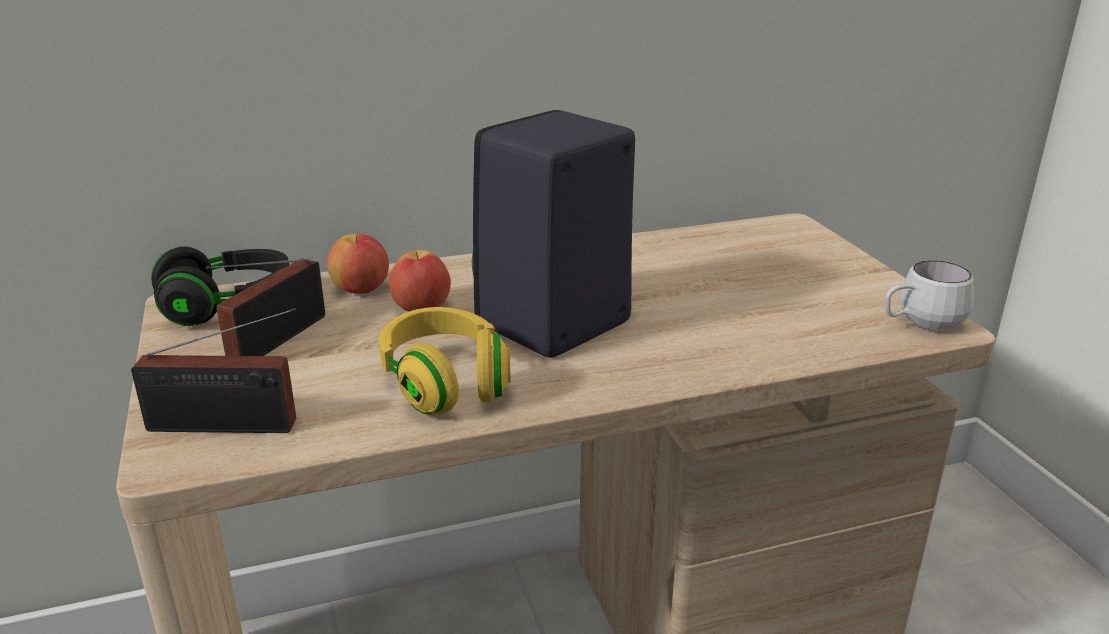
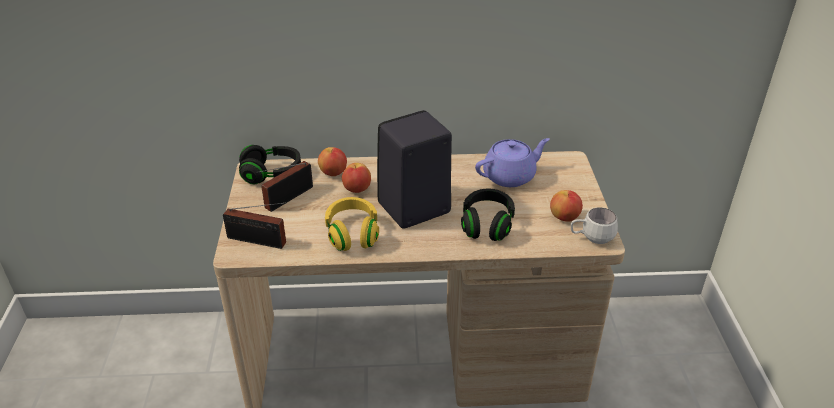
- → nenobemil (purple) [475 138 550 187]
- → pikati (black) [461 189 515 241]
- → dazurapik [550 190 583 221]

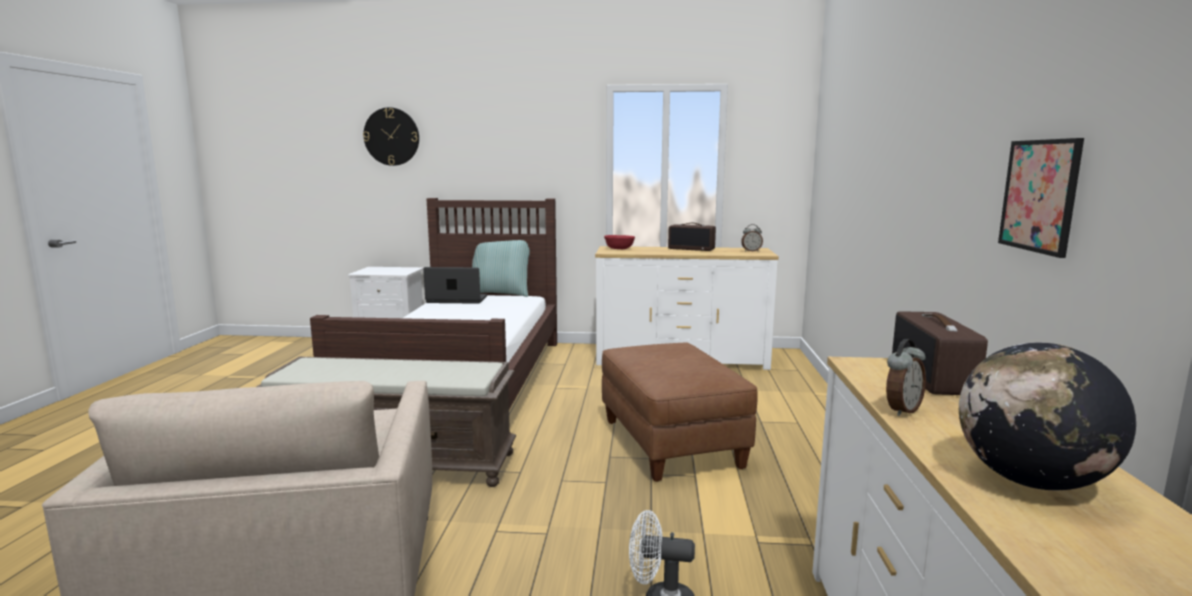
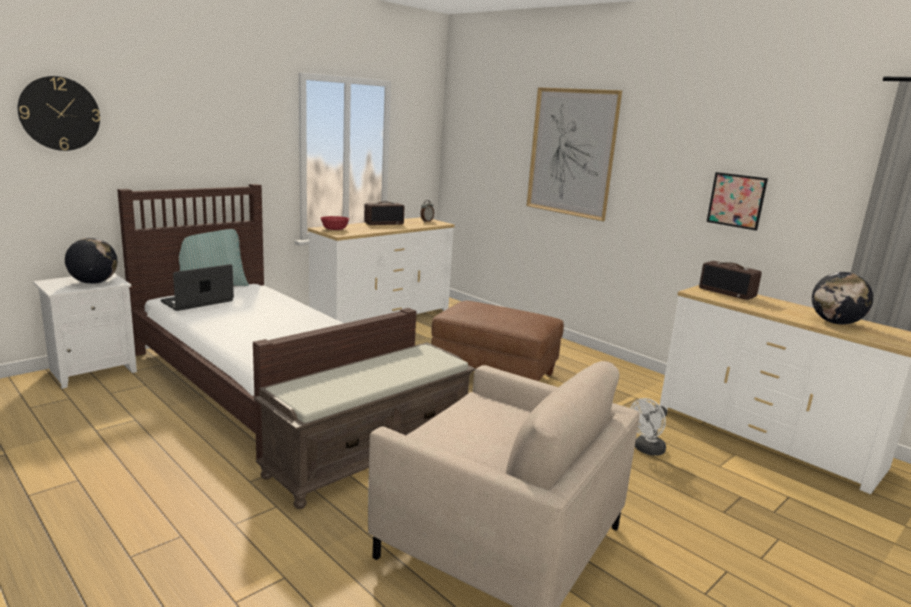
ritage [886 339 926 416] → -
- → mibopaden [527 87 622 221]
- → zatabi [65 238 118 284]

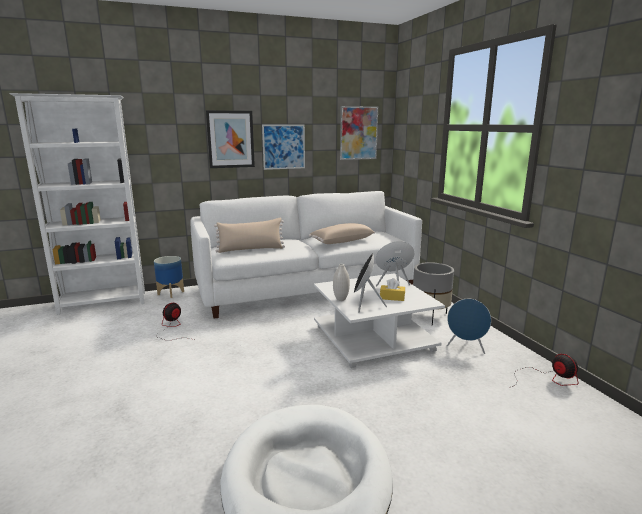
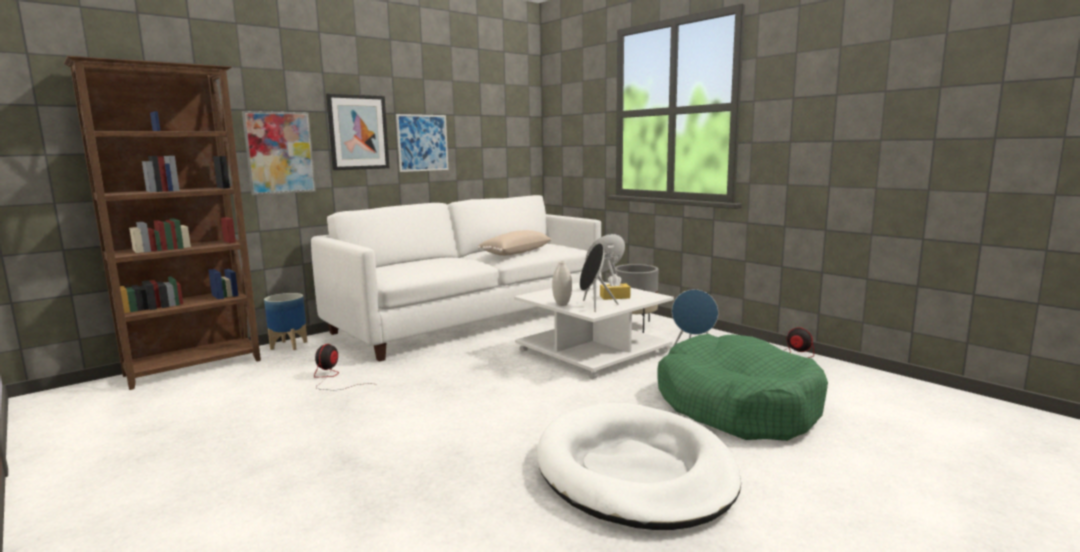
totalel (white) [9 93 145 315] → totalel (brown) [64 56 261 390]
mibopaden [340 106 378 160] → mibopaden [242 111 316 195], shifted
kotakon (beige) [214 218 285 253] → -
- → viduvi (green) [657 334 828 441]

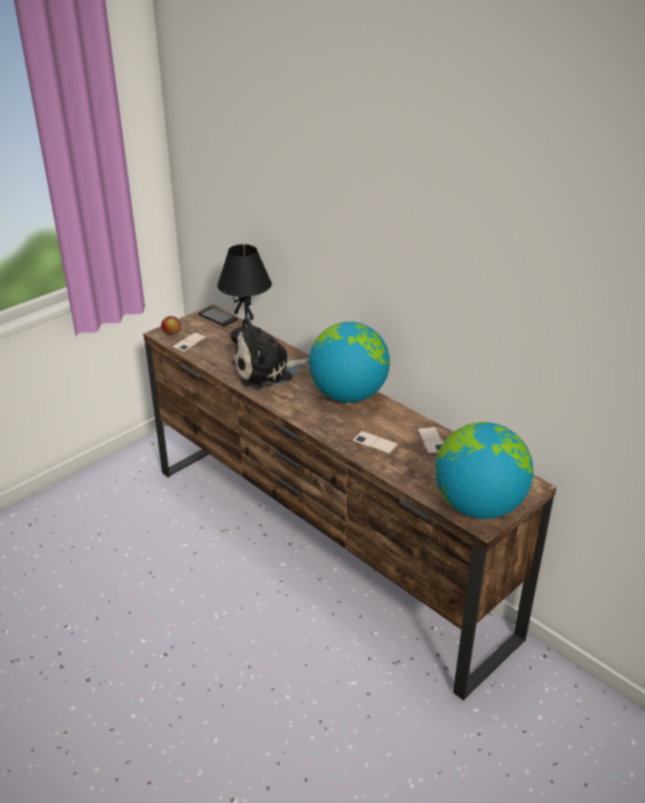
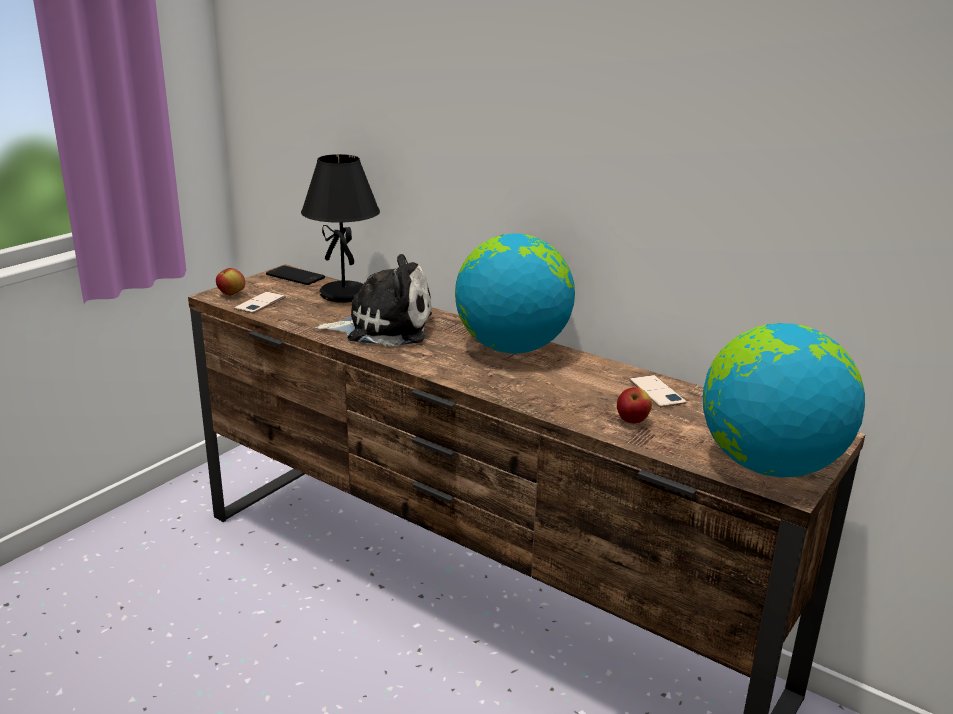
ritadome [233 317 309 388] → ritadome [315 254 432 347], 150 degrees counterclockwise
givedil [352 431 398 455] → -
- → dazurapik [617 387 652 423]

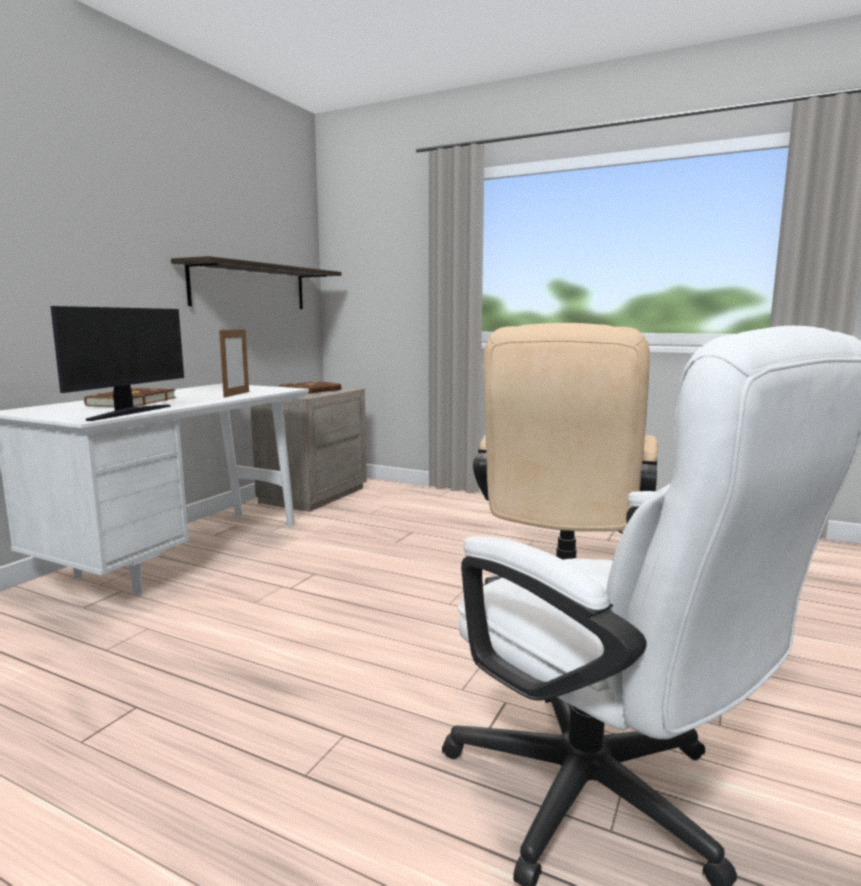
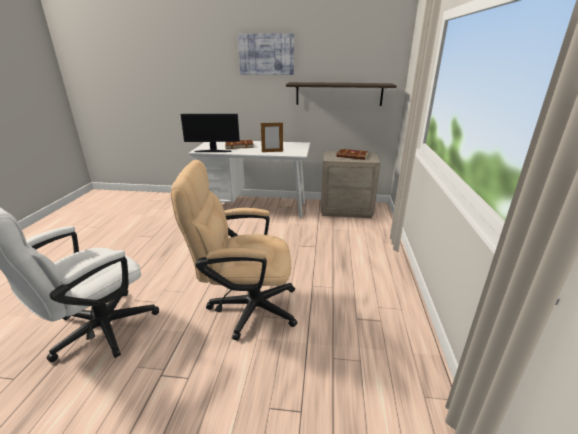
- → mibopaden [238 33 294 75]

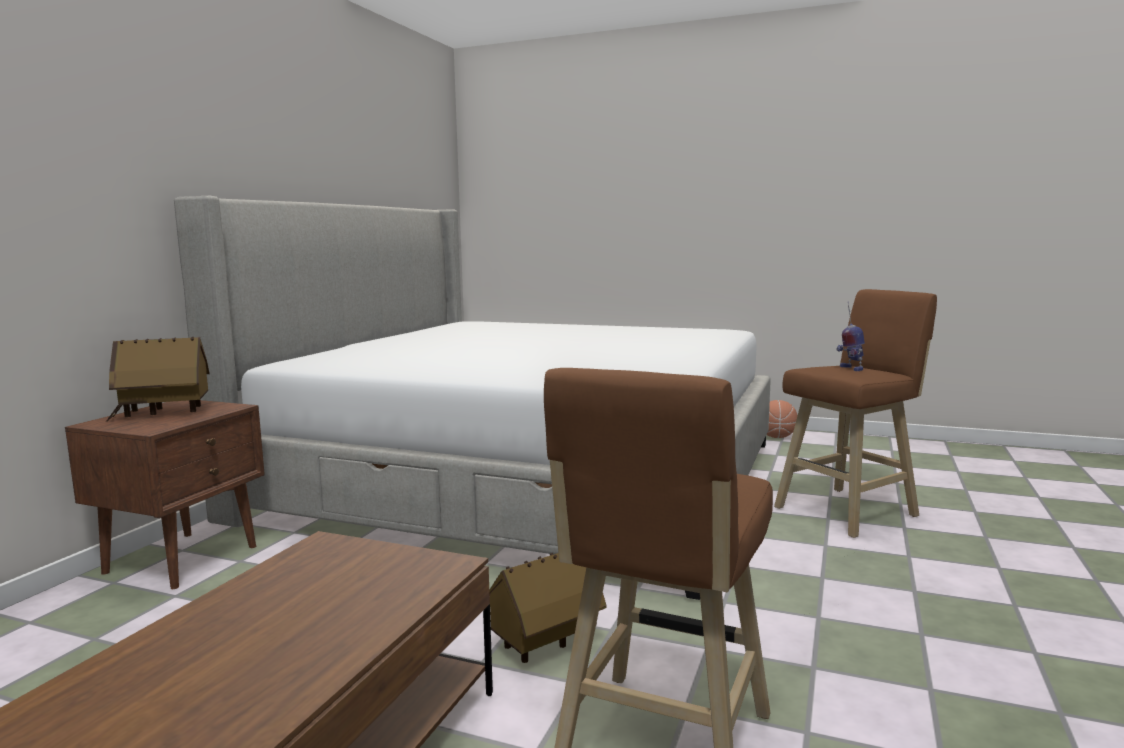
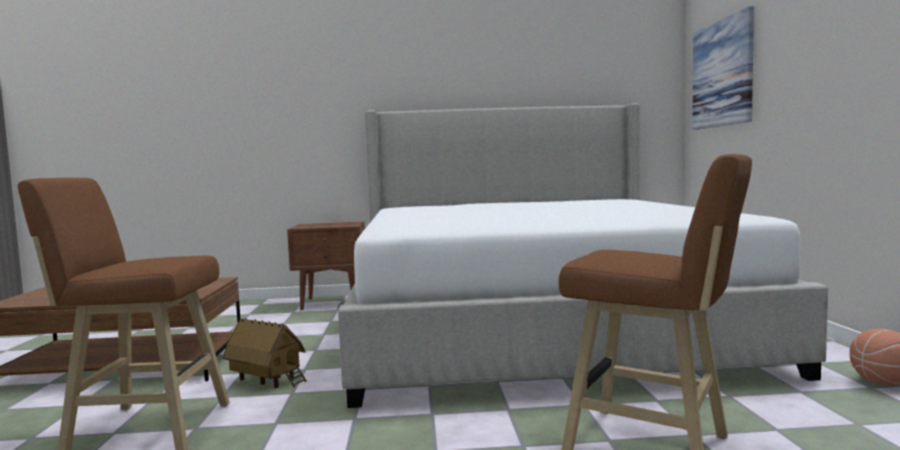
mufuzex [837 302 865 371] → -
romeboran [106 337 210 422] → -
- → mibopaden [692 6 754 130]

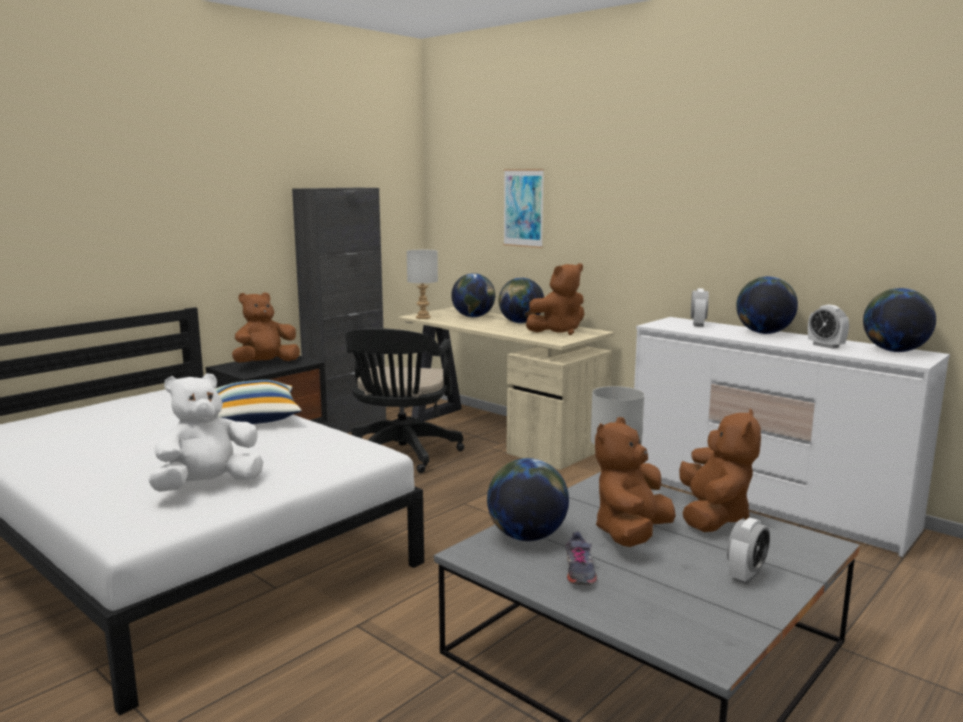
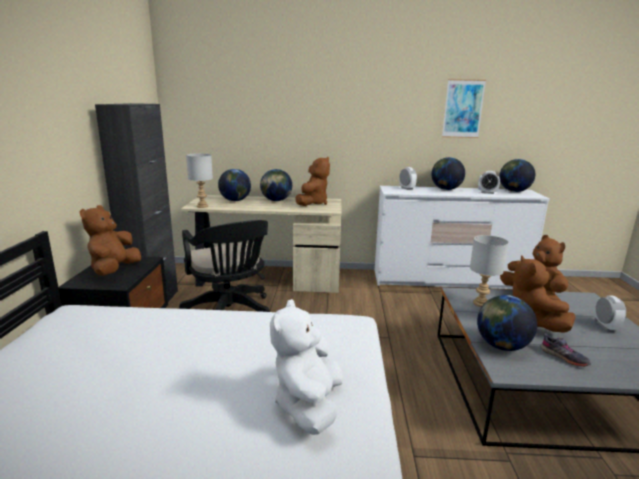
mibopaden [503 169 544 248] → mibopaden [442 79 486 138], shifted
kotakon [215 380 302 424] → -

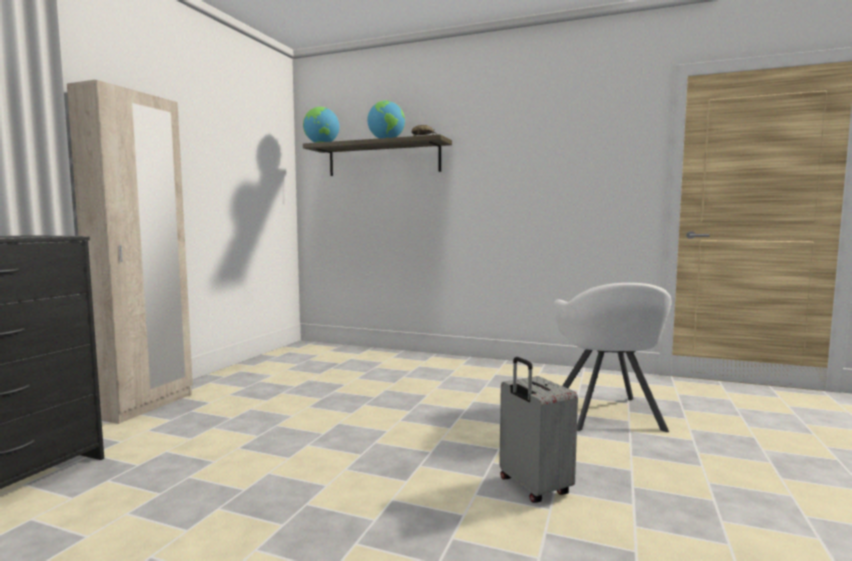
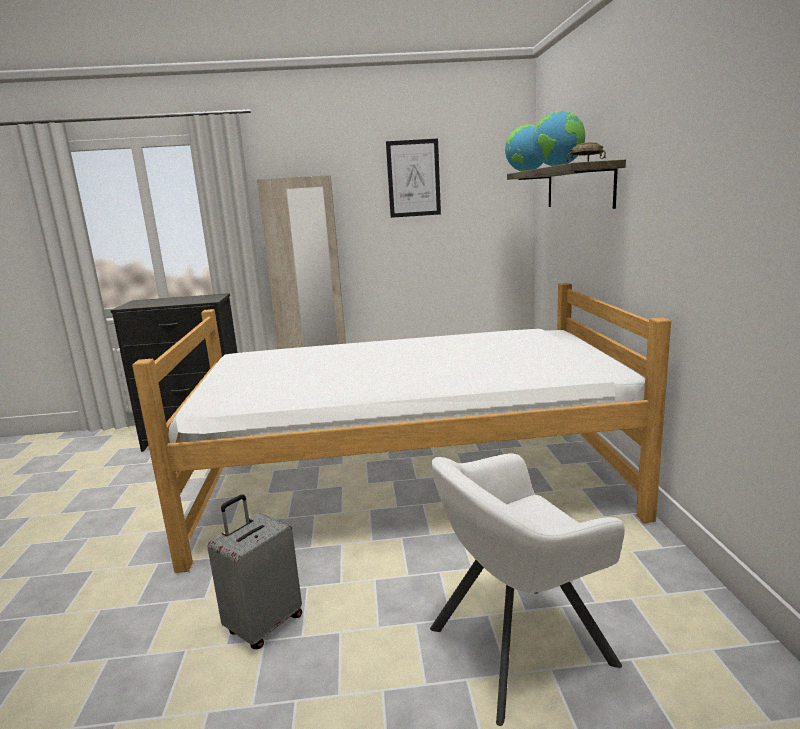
- → mibopaden [386 139 441 218]
- → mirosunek [132 283 671 573]

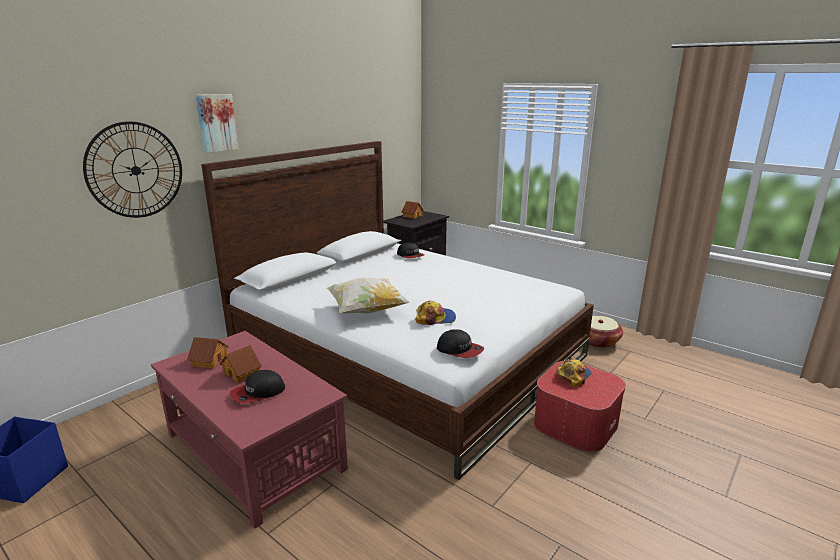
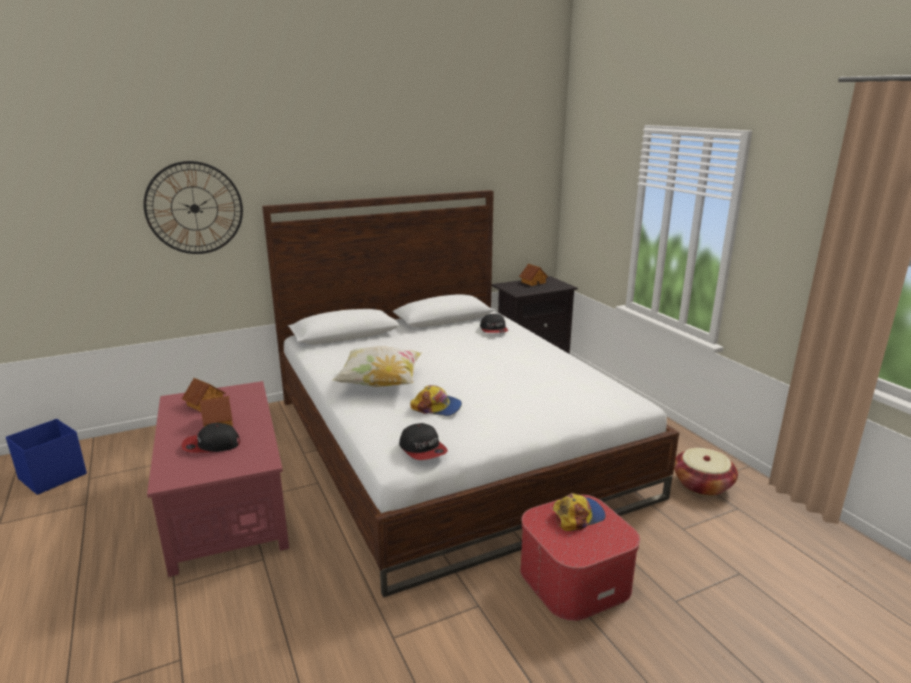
mibopaden [196 94 239 153] → -

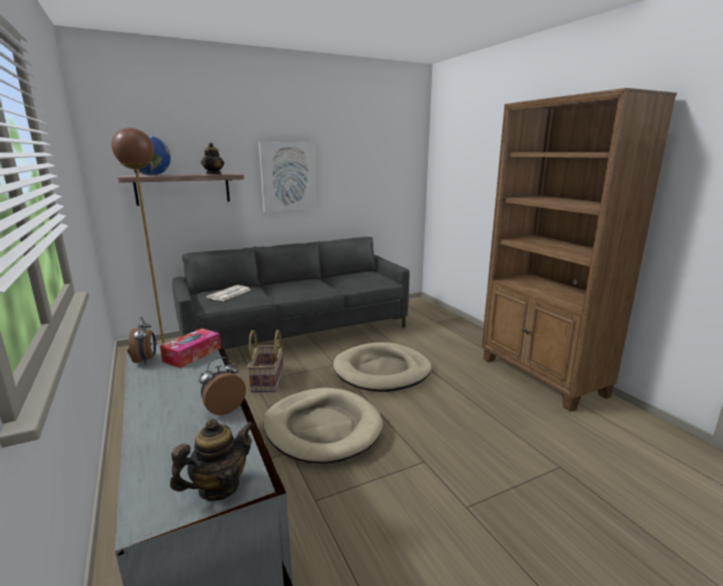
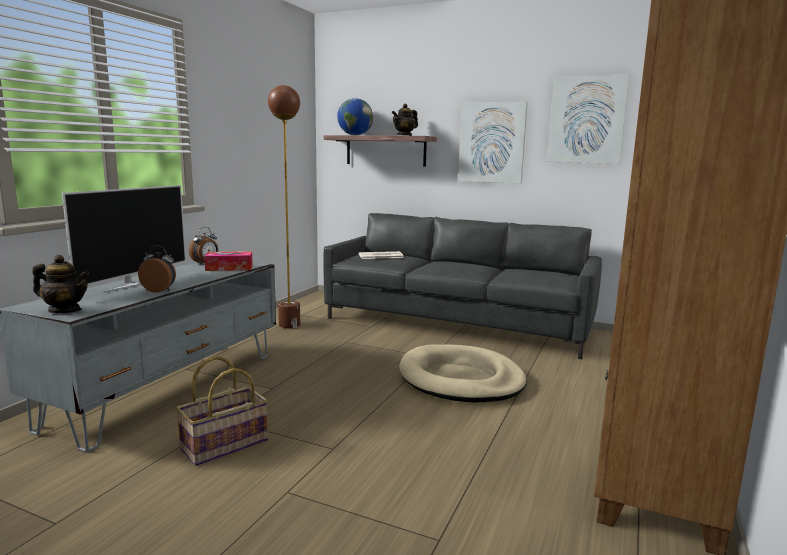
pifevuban [247 330 283 392] → pifevuban [176 356 268 466], shifted
viduvi (beige) [264 388 383 463] → -
- → mibopaden [547 74 630 164]
- → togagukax [62 185 186 293]

